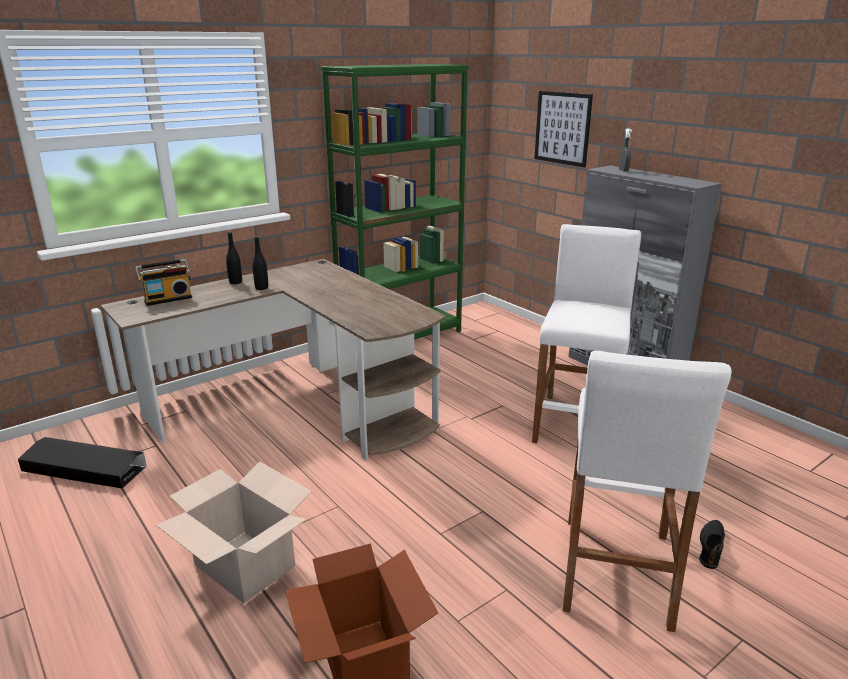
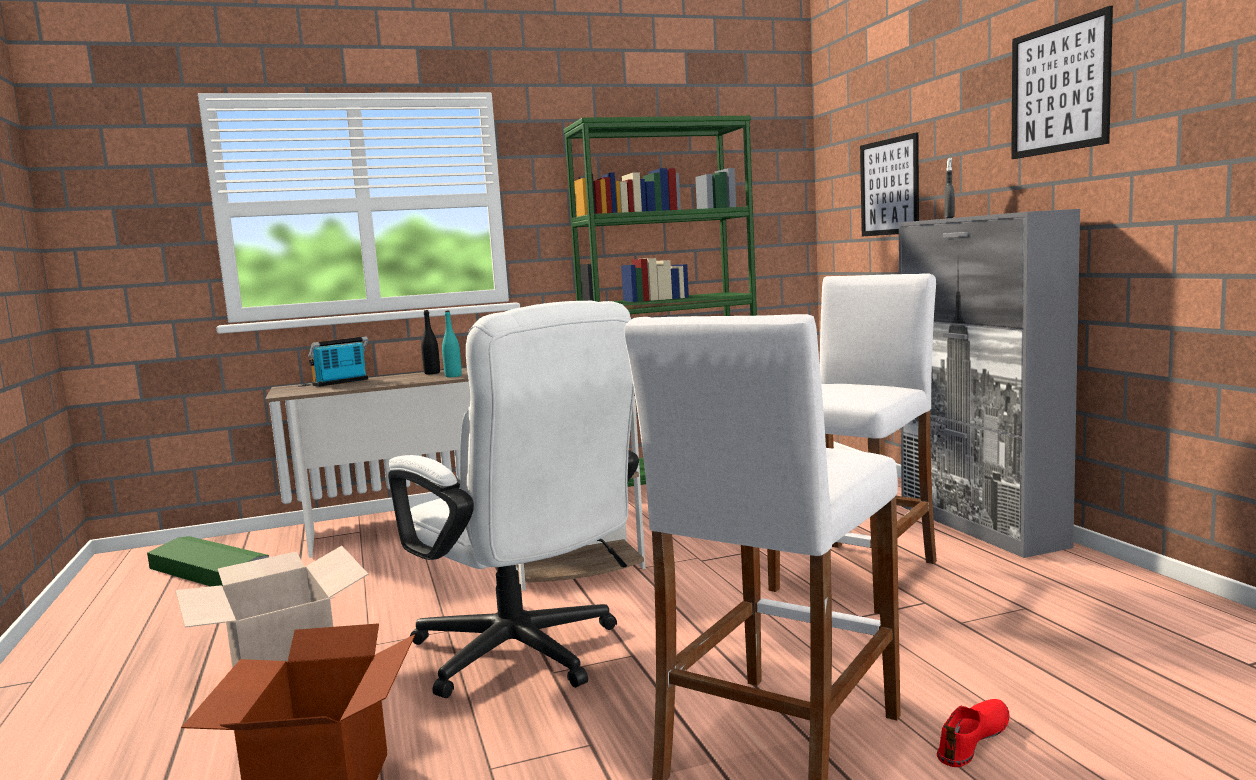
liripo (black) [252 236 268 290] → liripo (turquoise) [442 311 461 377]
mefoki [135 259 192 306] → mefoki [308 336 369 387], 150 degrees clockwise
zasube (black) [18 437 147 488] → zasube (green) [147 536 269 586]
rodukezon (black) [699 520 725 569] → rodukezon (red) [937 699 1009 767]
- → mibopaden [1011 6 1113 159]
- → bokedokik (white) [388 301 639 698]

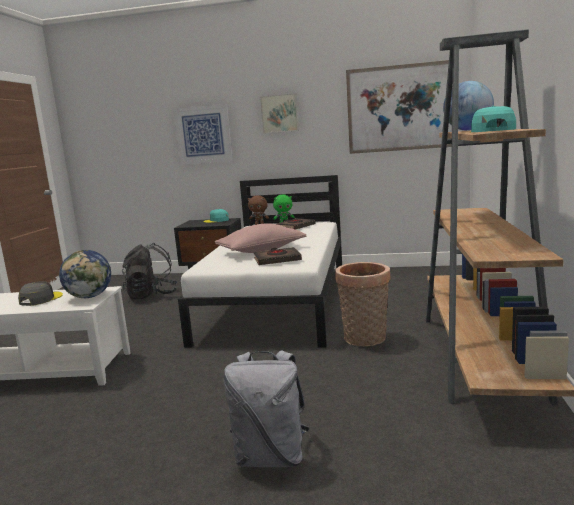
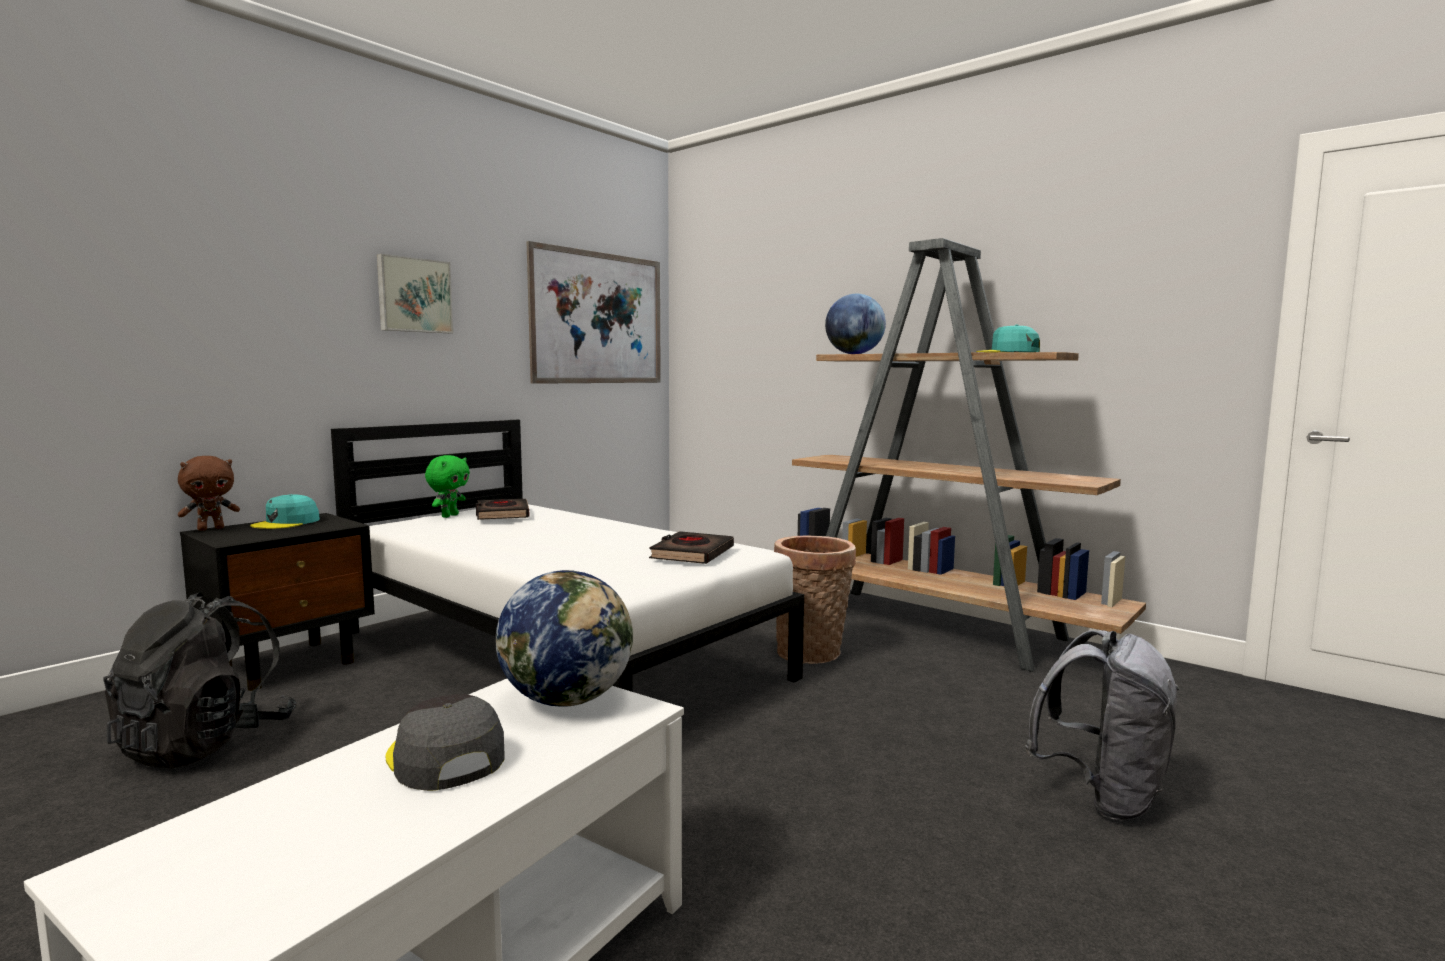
mibopaden [173 104 233 165] → -
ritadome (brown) [248 195 269 225] → ritadome (brown) [178 456 240 531], shifted
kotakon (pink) [215 224 306 253] → -

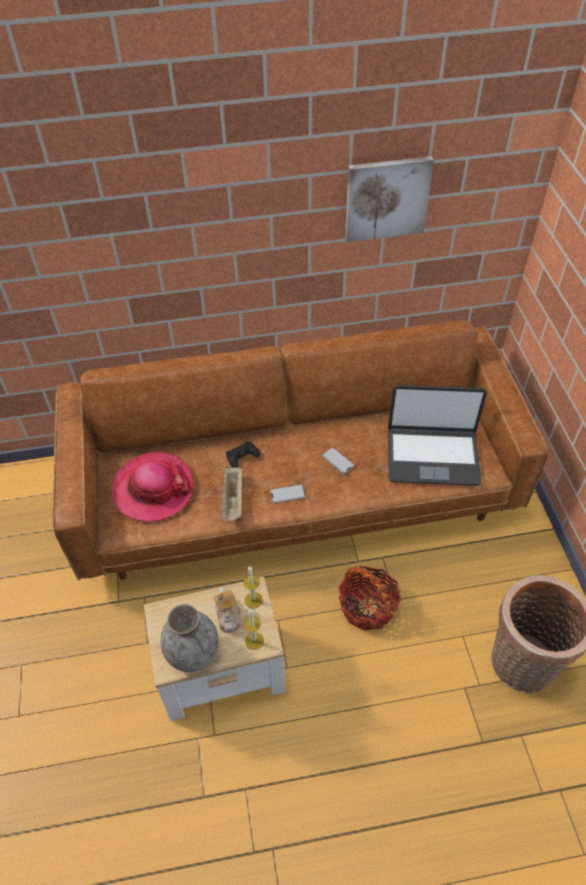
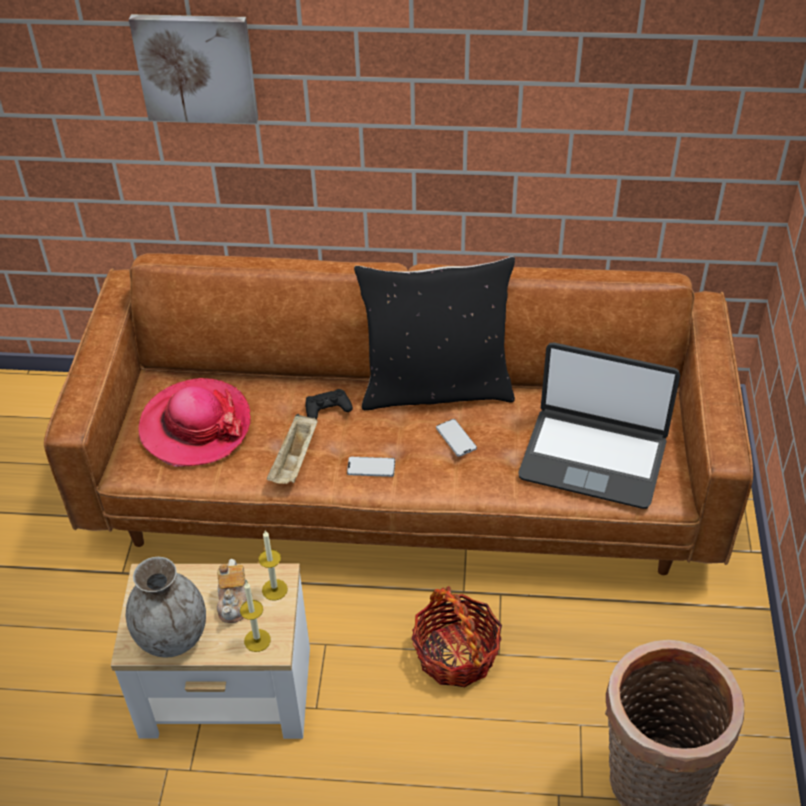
mibopaden [345 156 434 242] → mibopaden [129 14 258 124], shifted
- → kotakon (black) [354 257 515 410]

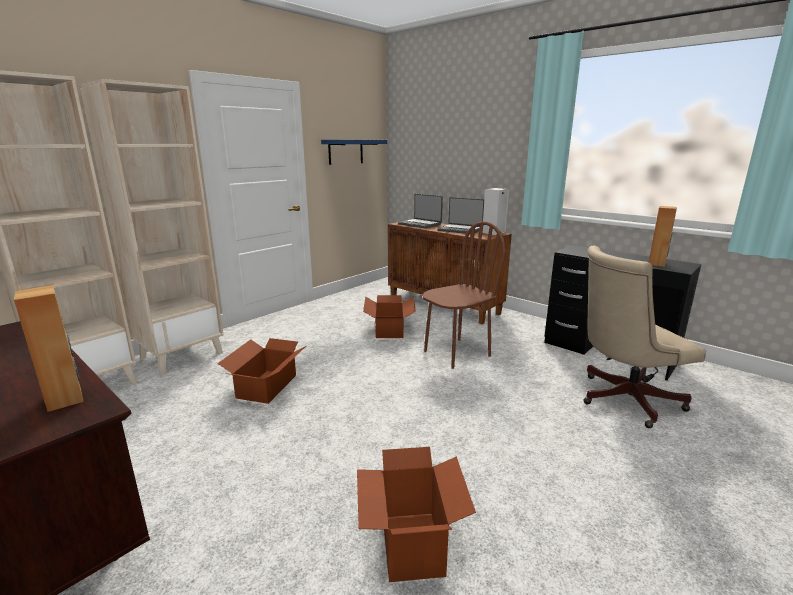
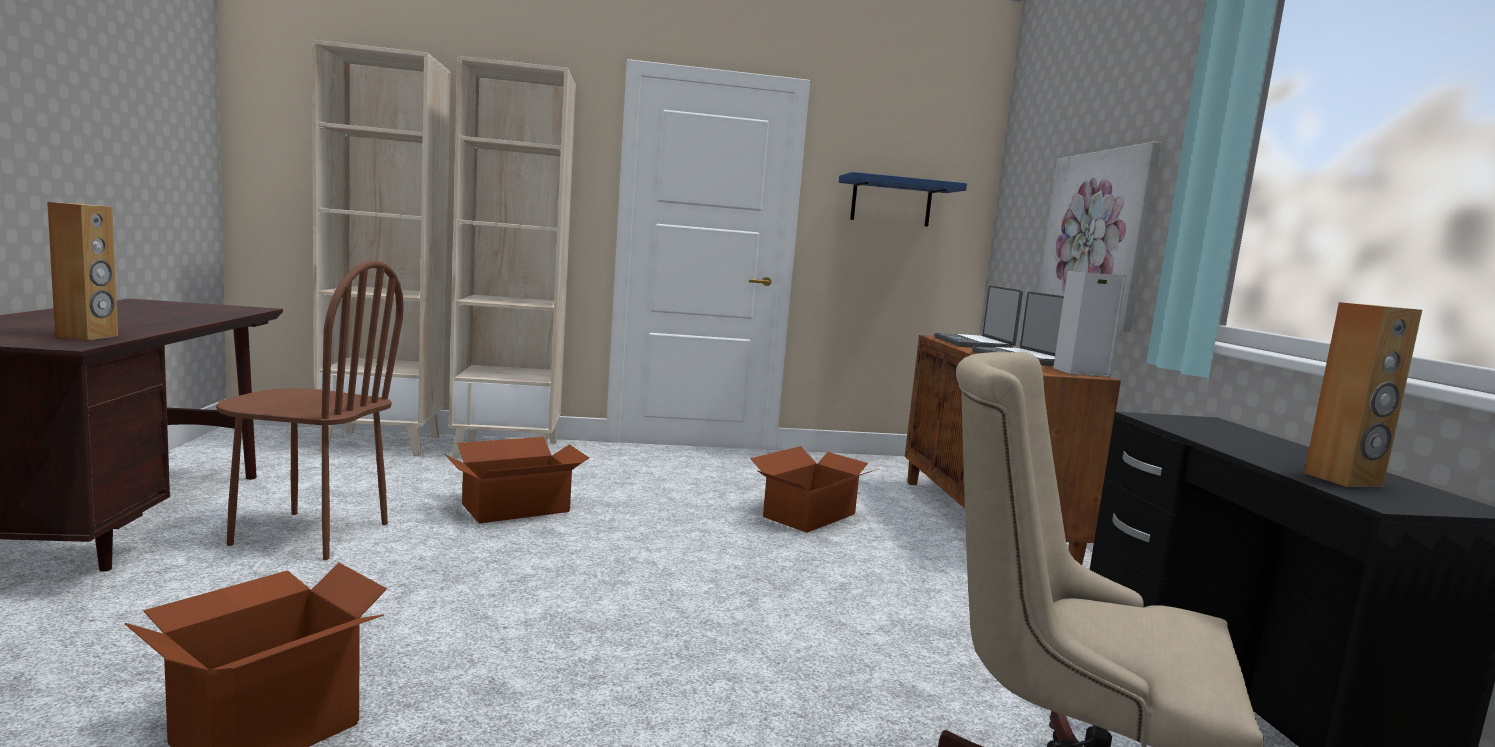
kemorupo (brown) [422 221 506 369] → kemorupo (brown) [216 260 404 560], shifted
- → mibopaden [1038 142 1161 331]

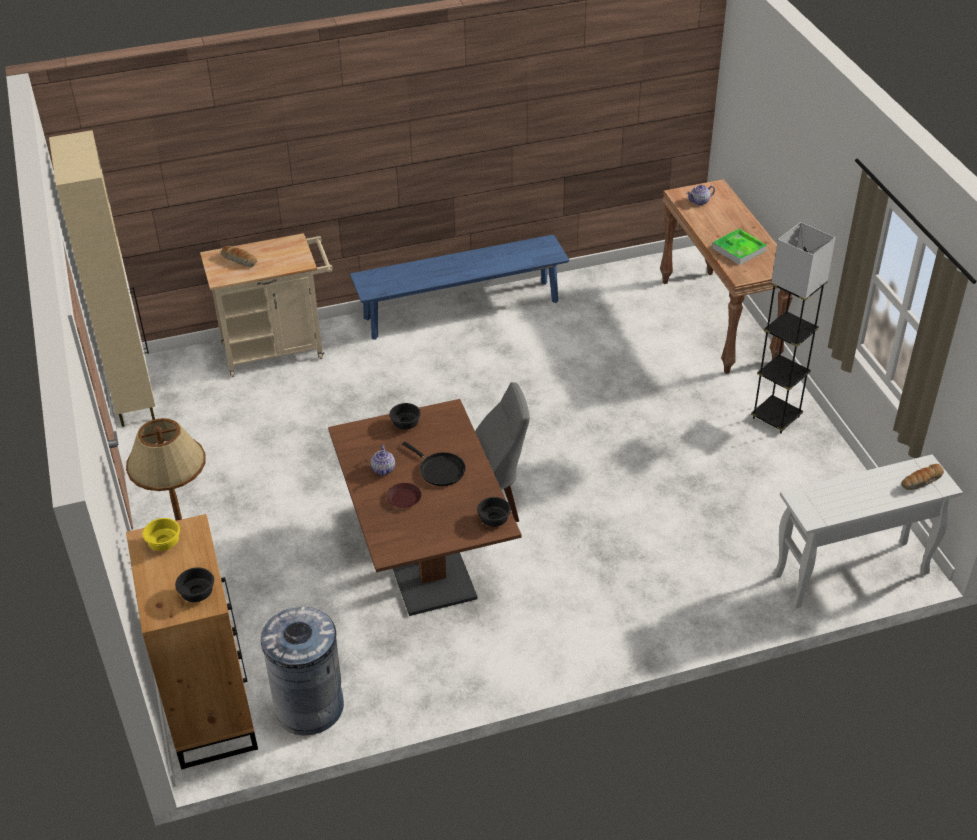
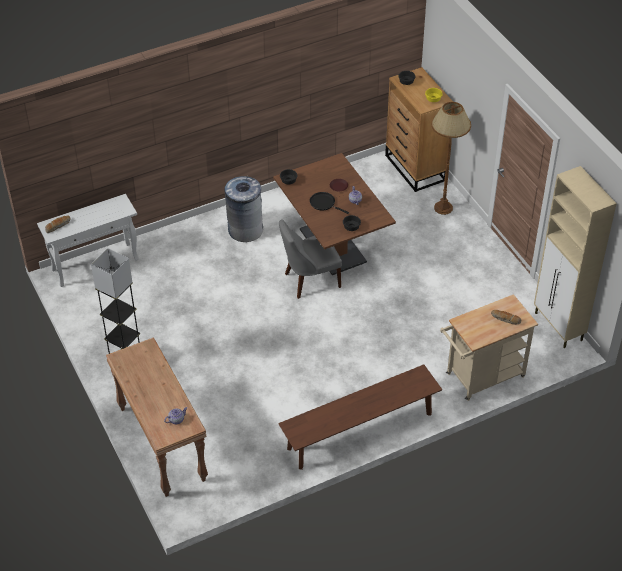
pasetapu [712 228 767 265] → -
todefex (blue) [350 234 569 340] → todefex (brown) [278 364 442 470]
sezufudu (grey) [261 607 344 736] → sezufudu (grey) [224 176 263 242], shifted

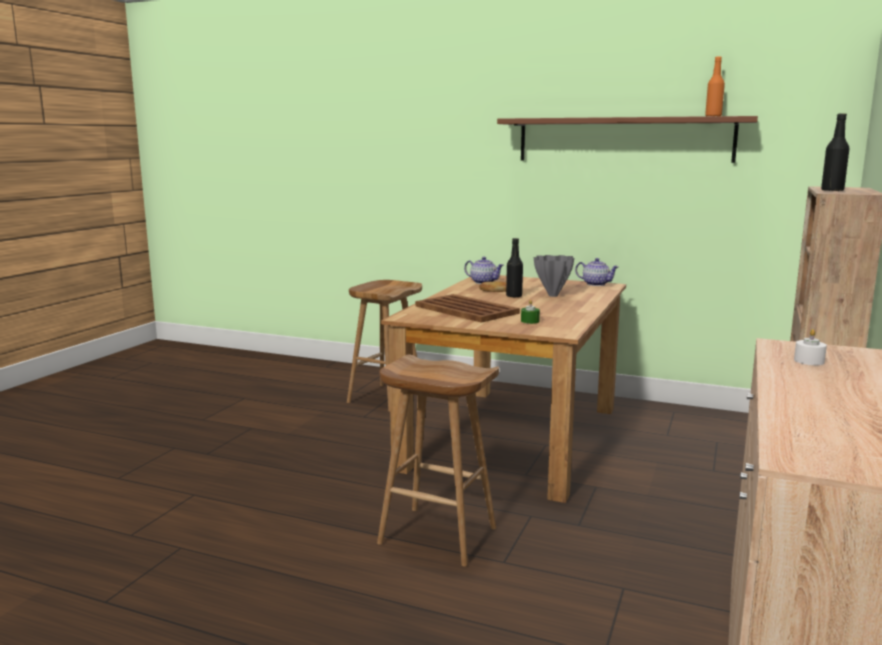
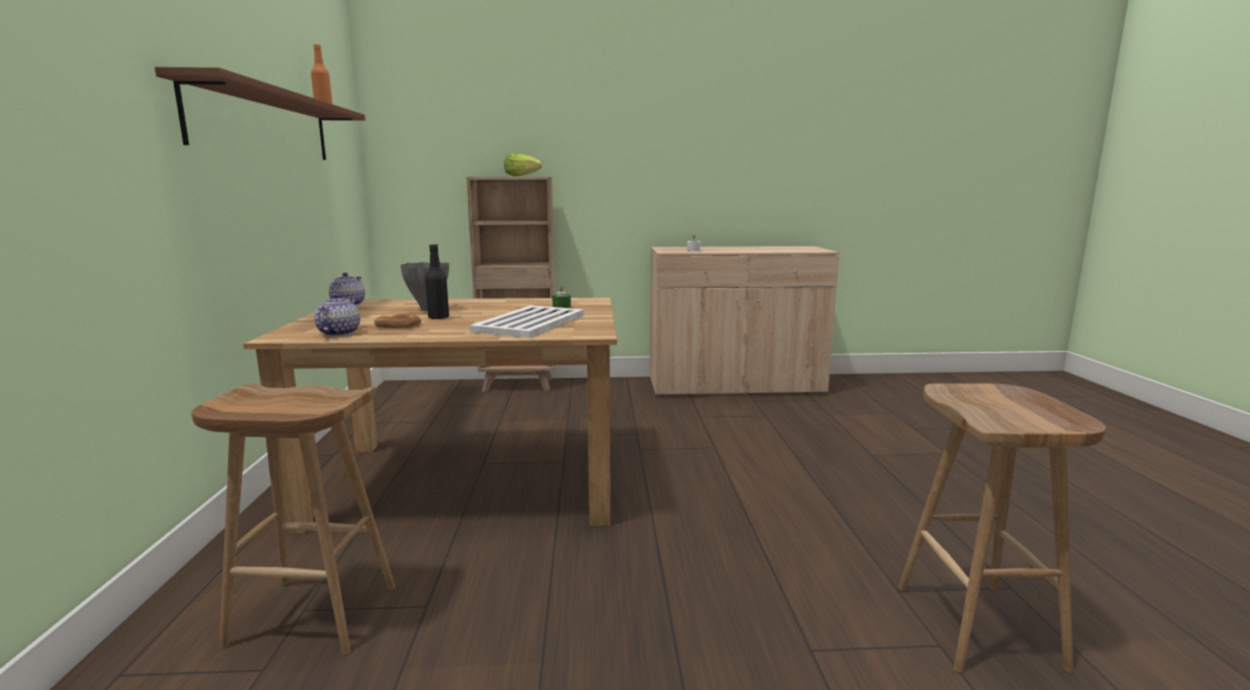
liripo (black) [821 113 849 191] → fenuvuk [504 153 543 177]
pasetapu (brown) [415 294 520 323] → pasetapu (white) [469 305 584 338]
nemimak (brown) [377 354 499 566] → nemimak (brown) [898 383 1106 673], shifted

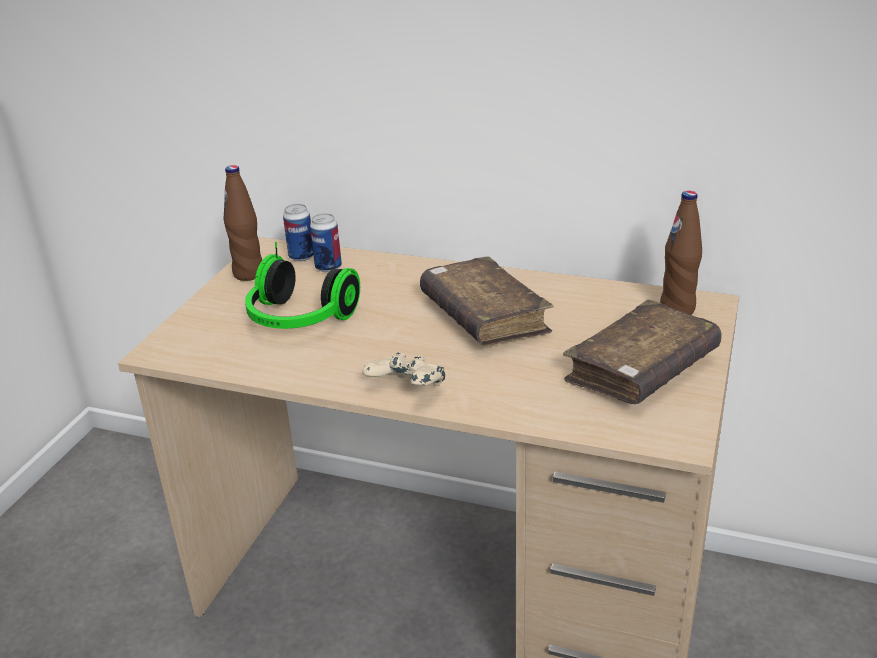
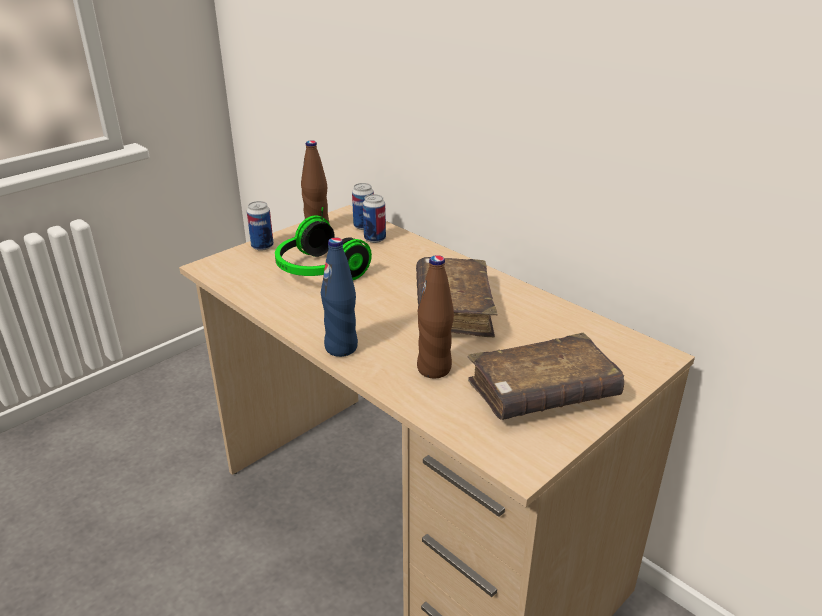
liripo (brown) [660 191 702 315] → liripo (brown) [417 255 454 378], shifted
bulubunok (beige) [362 353 445 386] → liripo (blue) [321 238 358 357]
- → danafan [247 201 274 251]

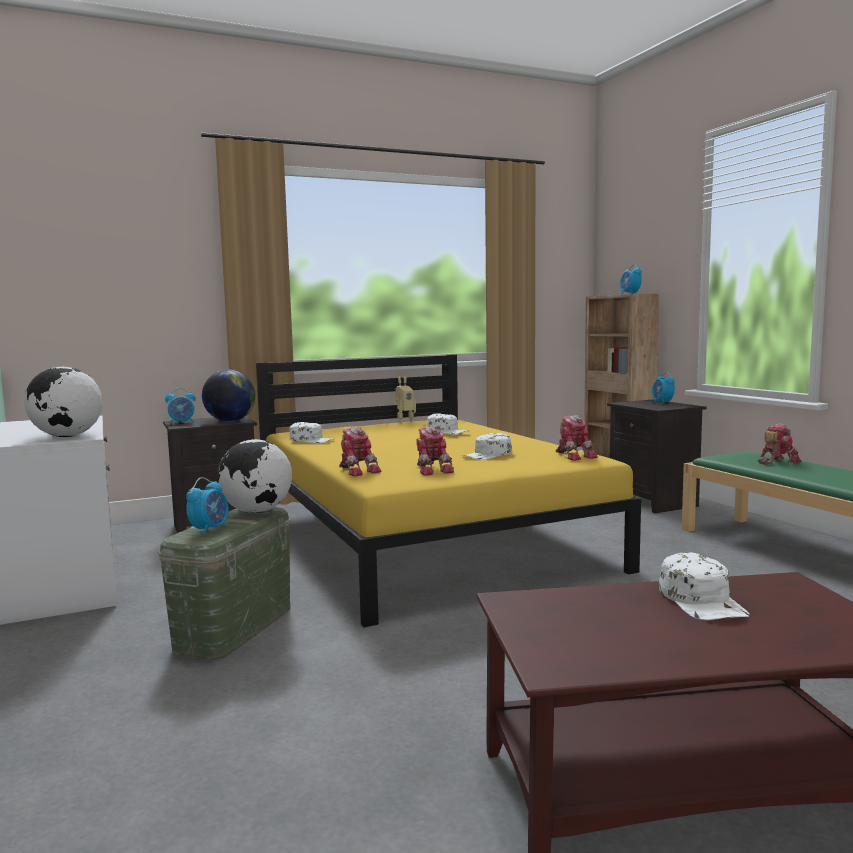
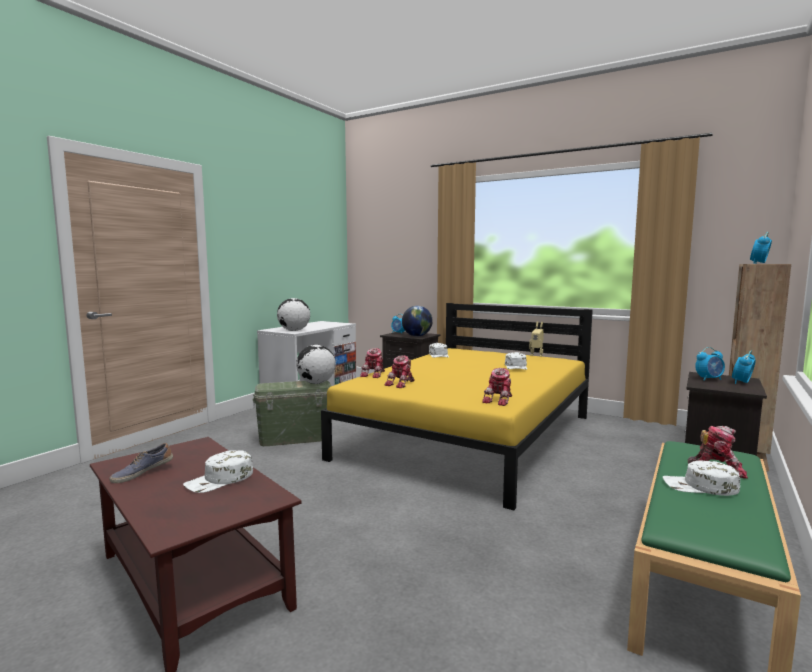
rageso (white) [462 433 512 460] → rageso (white) [663 461 740 496], shifted
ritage [186 477 229 535] → ritage [695 347 725 381], shifted
- → rodukezon [110 443 173 483]

